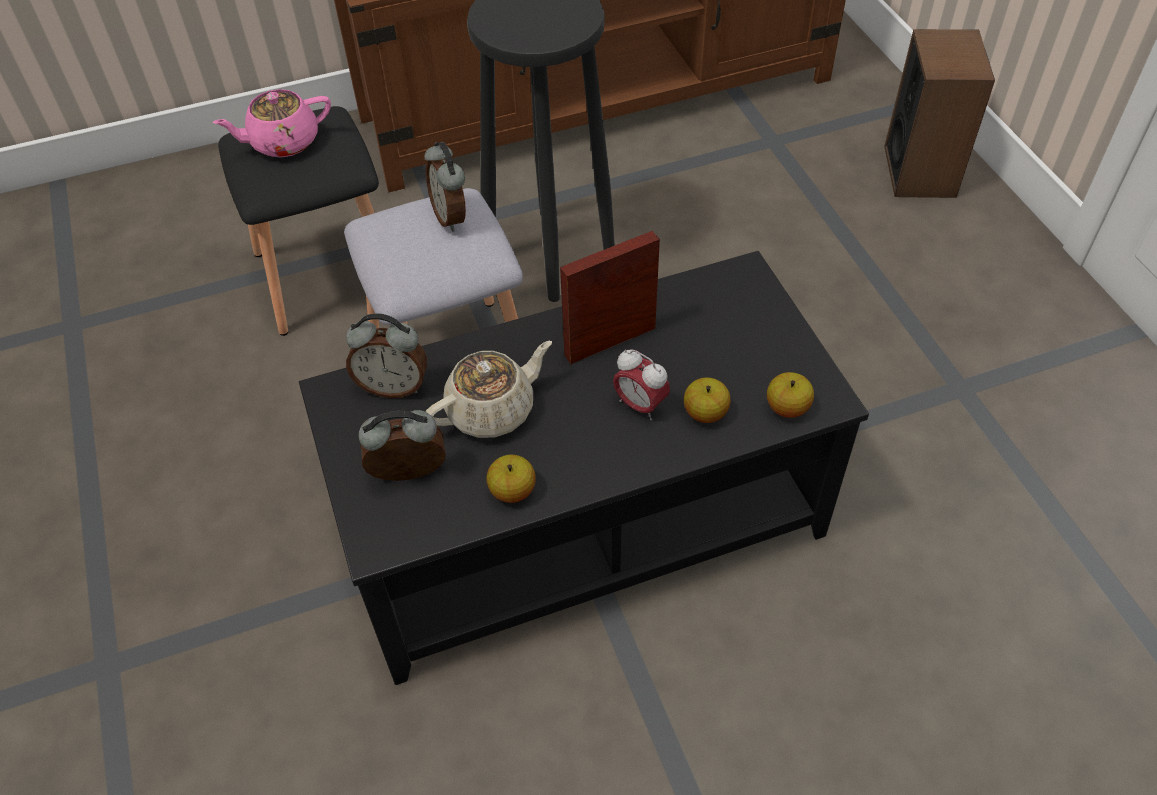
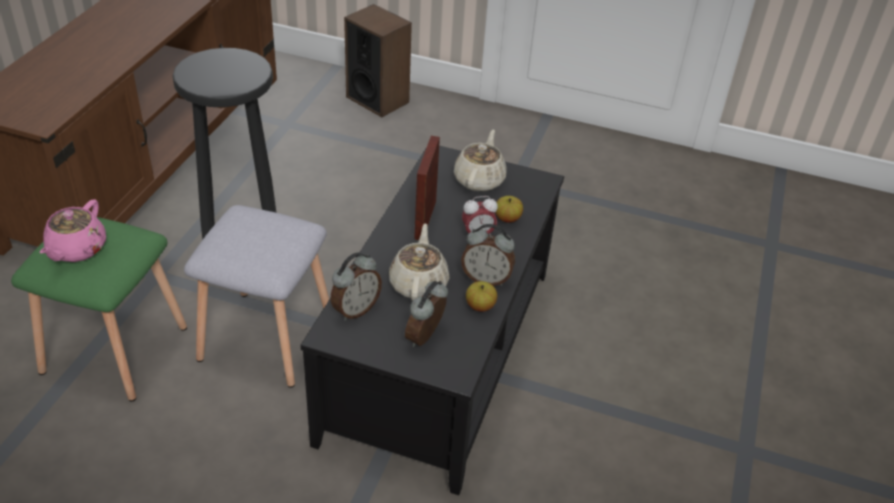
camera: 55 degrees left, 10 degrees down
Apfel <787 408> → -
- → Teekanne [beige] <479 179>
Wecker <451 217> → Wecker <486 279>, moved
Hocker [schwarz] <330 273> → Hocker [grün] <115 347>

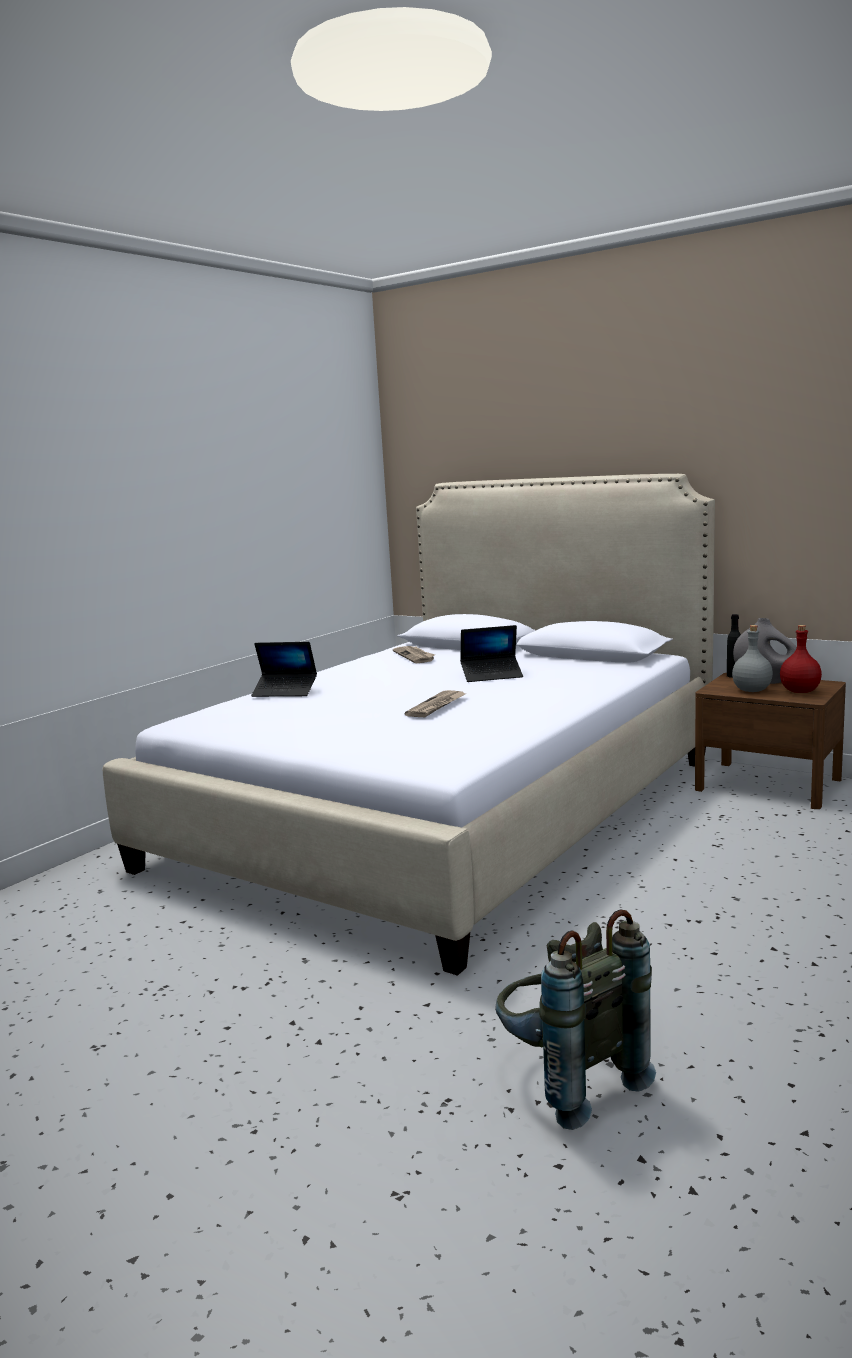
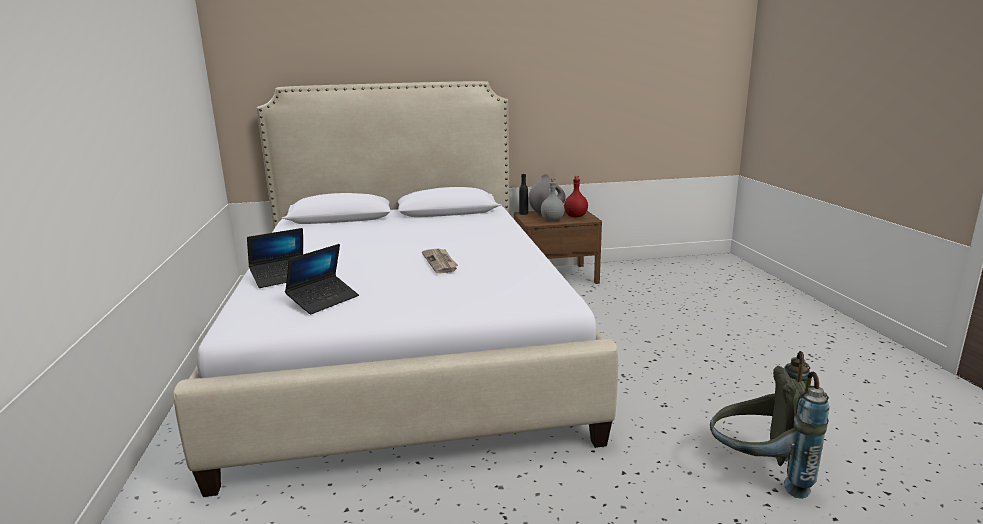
camera: 45 degrees left, 5 degrees up
Zeitung <415 656> → -
Laptop <492 675> → Laptop <323 300>, moved

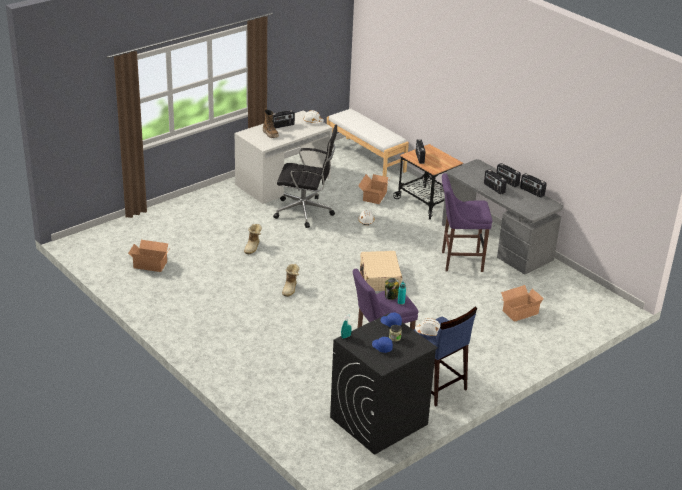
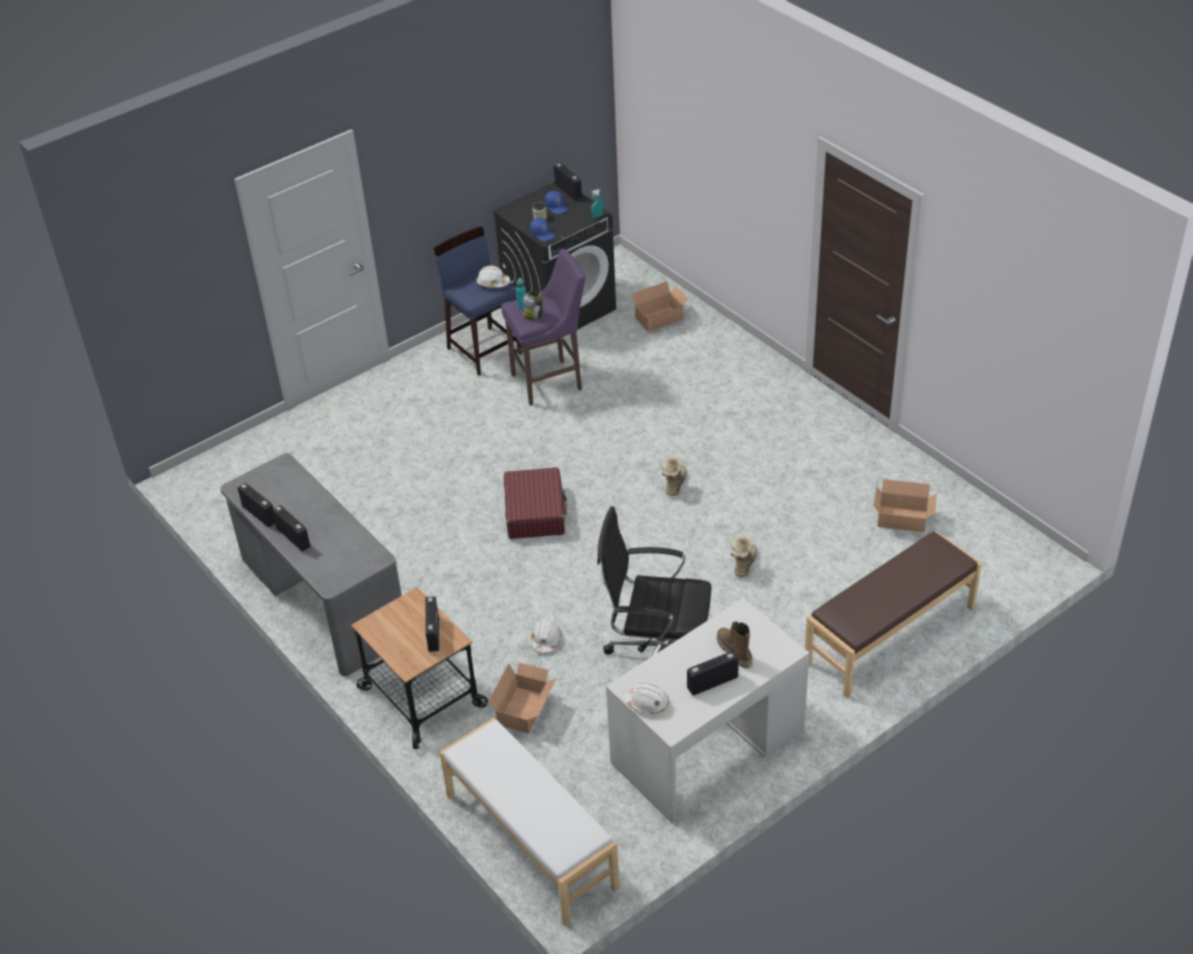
camera: 175 degrees left, 10 degrees up
Hocker [lila] <459 261> → -
- → Bank [braun] <890 636>
Radio <494 188> → Radio <568 191>, moved
Karton <519 312> → Karton <661 319>, moved
Koffer [beige] <380 278> → Koffer [rot] <535 512>

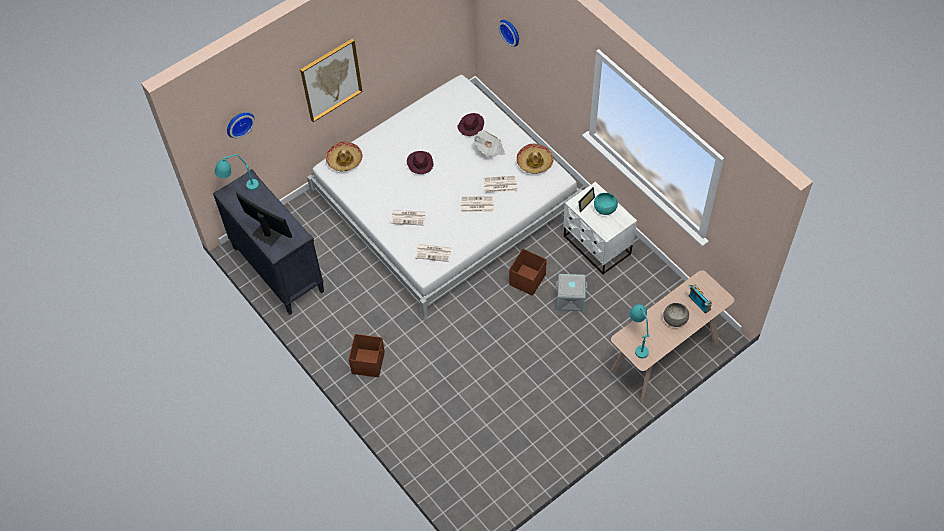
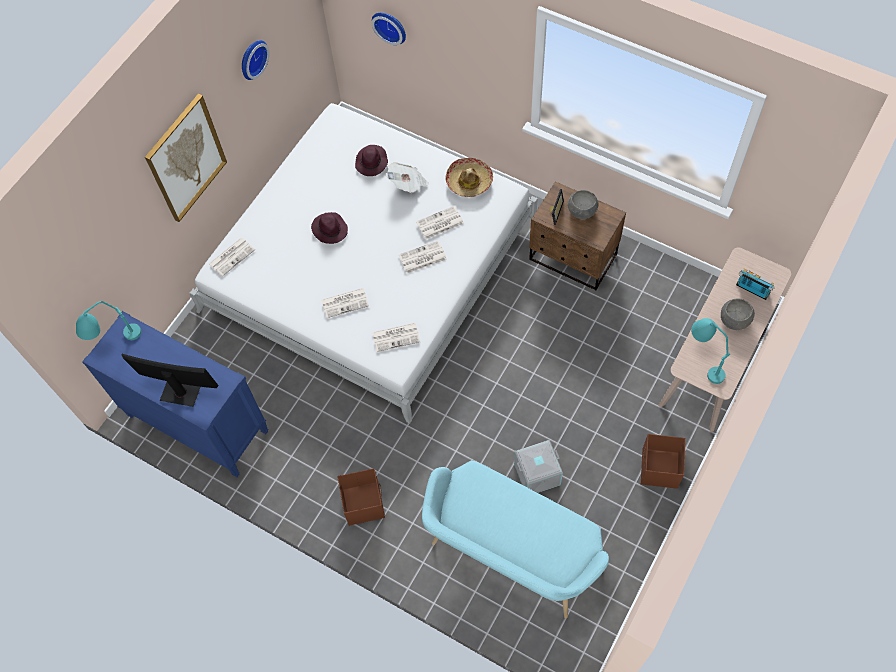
camera: 20 degrees left, 5 degrees up
- → Bank [türkis] <510 555>
Wanduhr <239 123> → Wanduhr <252 58>, moved
Aufbewahrungsbox [braun] <527 280> → Aufbewahrungsbox [braun] <659 469>, moved
Aufbewahrungsbox [grau] <570 300> → Aufbewahrungsbox [grau] <537 475>, moved
Hut <344 160> → Zeitung <232 256>
Kommode [schwarz] <277 270> → Kommode [blau] <197 424>
Nachttisch [weiß] <596 246> → Nachttisch [braun] <573 258>
Schüssel [türkis] <605 208> → Schüssel [grau] <582 210>

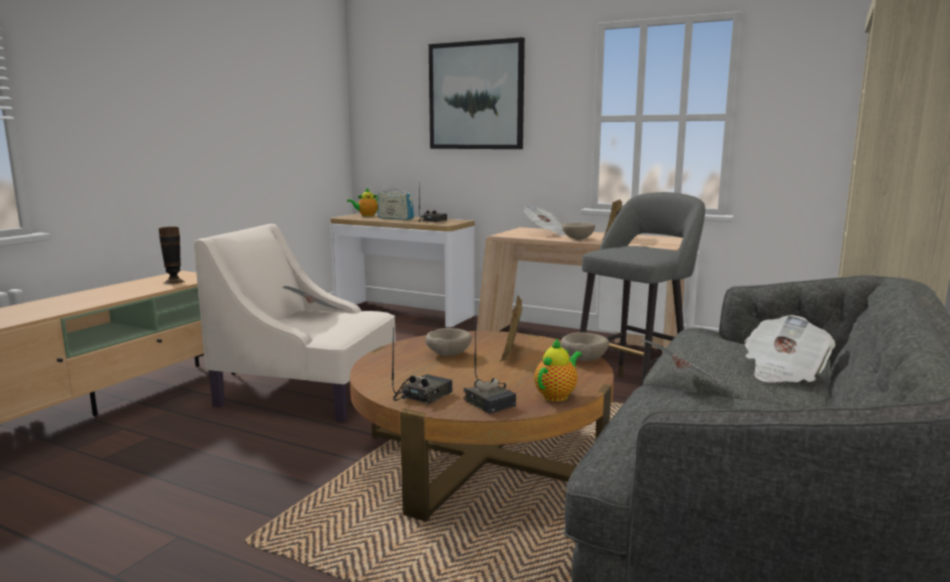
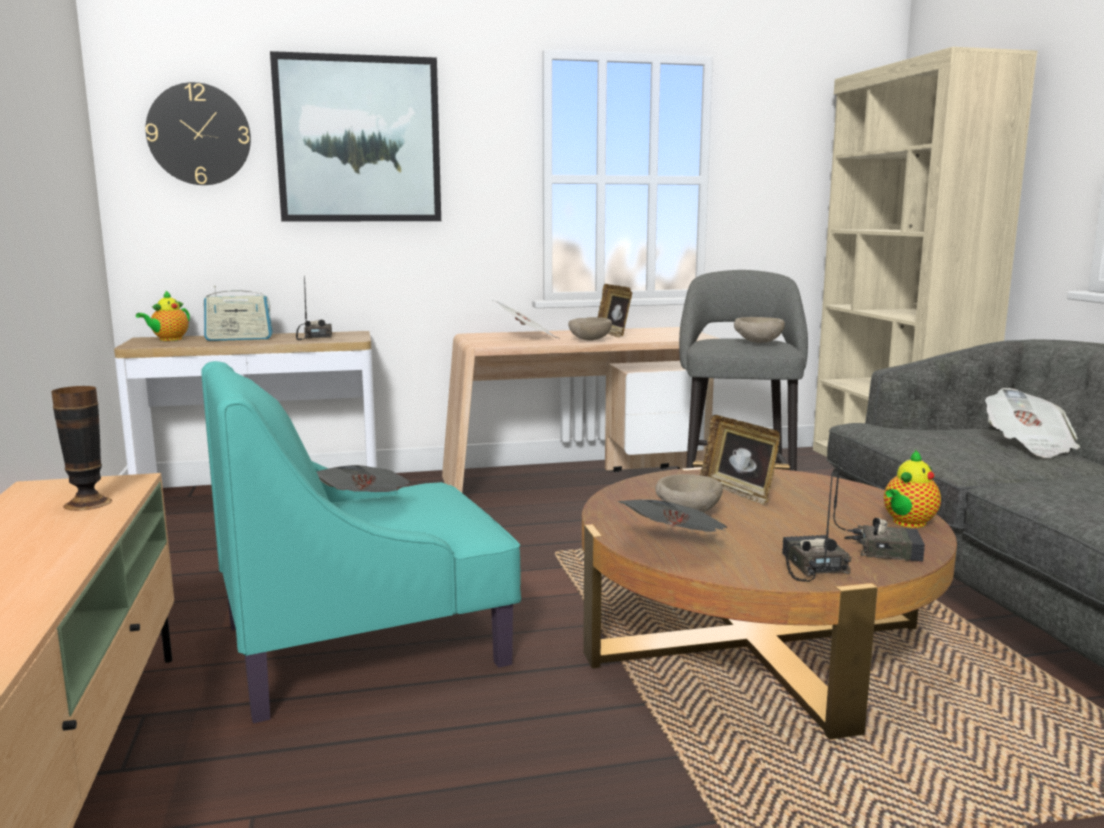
camera: 40 degrees left, 0 degrees up
- → Wanduhr <199 134>
Schüssel [beige] <583 359> → Schüssel [beige] <757 343>, moved
Zeitung <683 384> → Zeitung <675 545>, moved
Sessel [beige] <308 392> → Sessel [türkis] <368 643>
Teekanne <557 395> → Teekanne <907 523>, 135 degrees counterclockwise

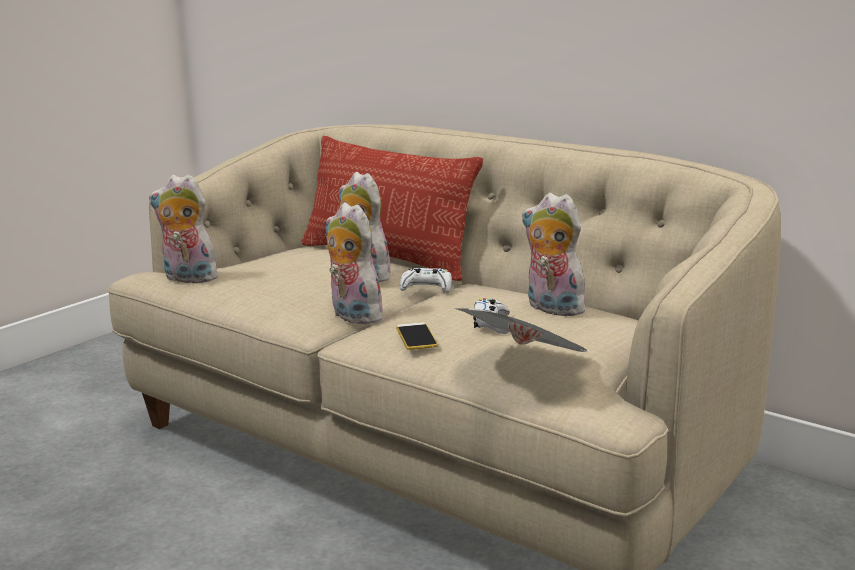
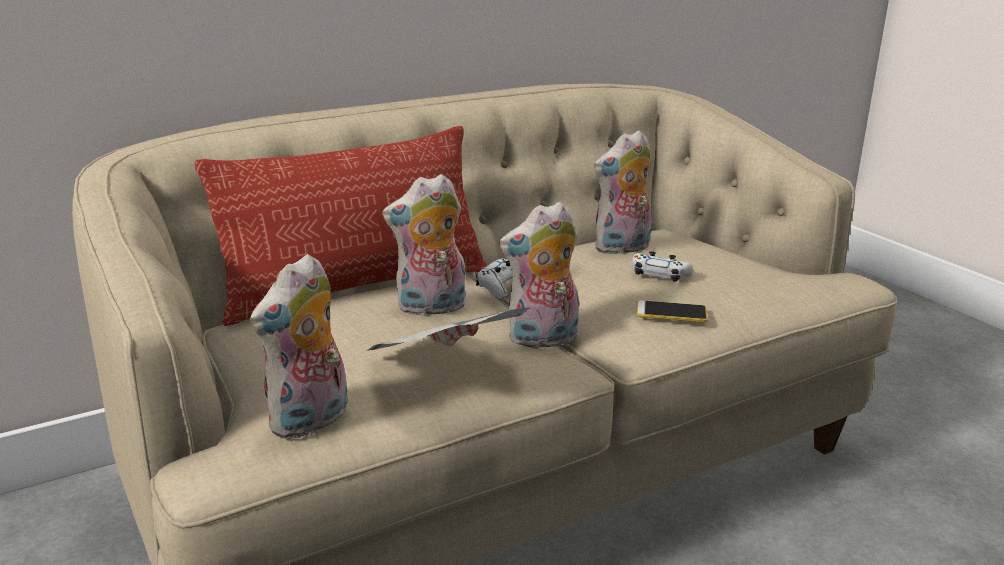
camera: 70 degrees left, 5 degrees up
Zeitung <527 368> → Zeitung <446 370>, moved

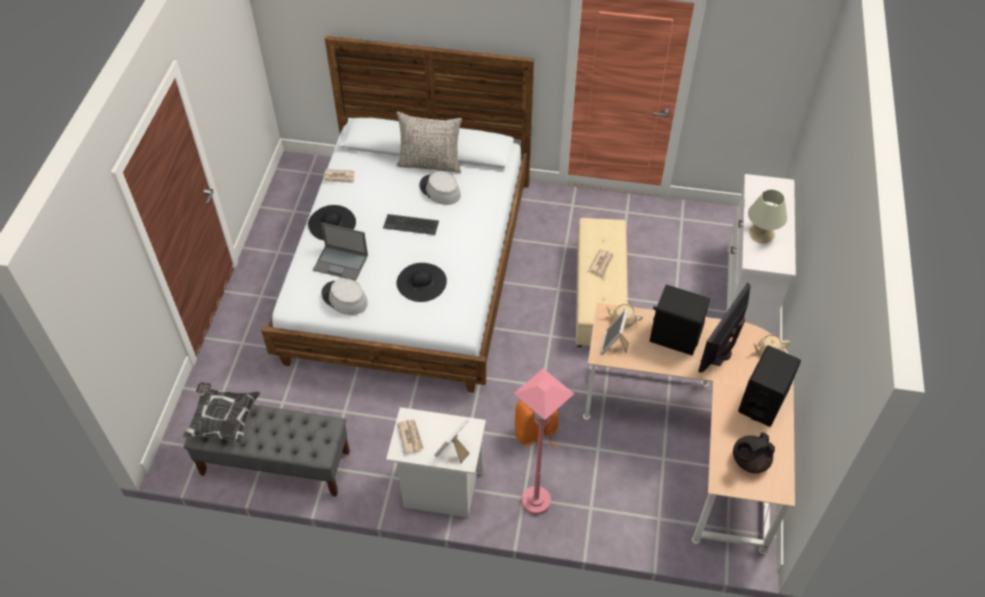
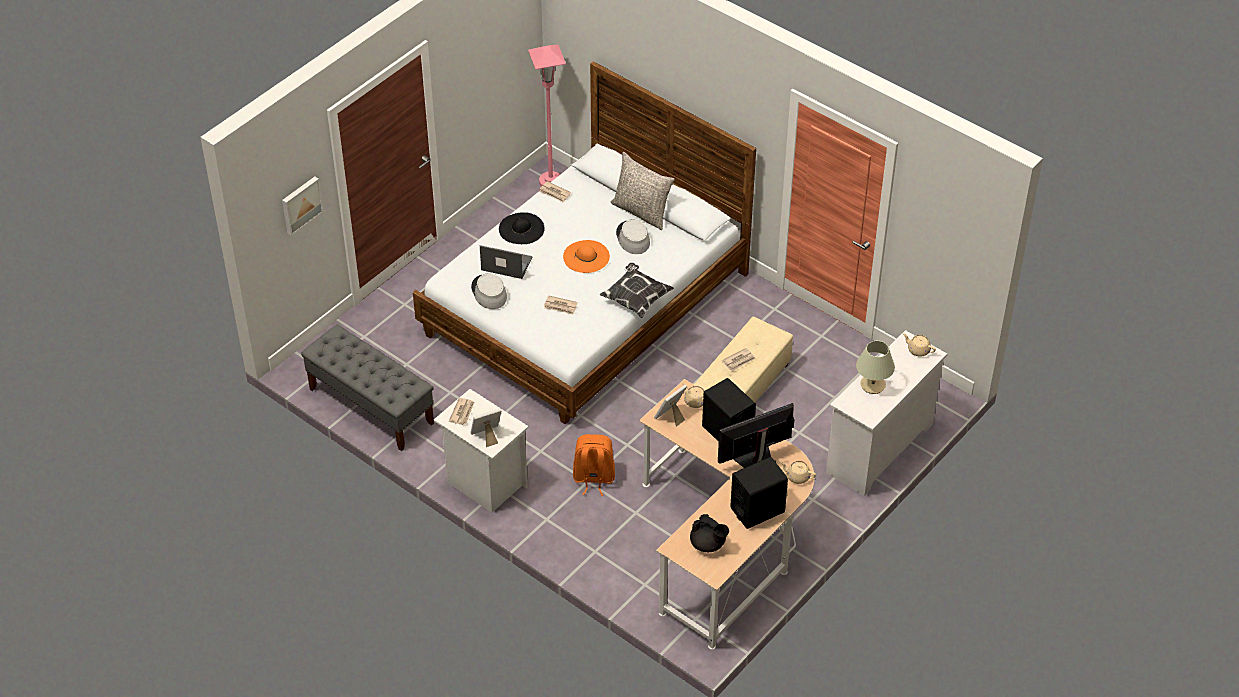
camera: 30 degrees right, 5 degrees down
- → Bild <301 204>
- → Teekanne [beige] <918 350>
Kissen <224 420> → Kissen <636 299>, moved
Stehlampe [rosa] <536 501> → Stehlampe [rosa] <551 182>, moved
Tastatur <411 224> → Hut [orange] <586 256>
Hut [schwarz] <421 282> → Zeitung <560 306>
Laptop <341 263> → Laptop <506 264>, 150 degrees clockwise
Teekanne [schwarz] <749 461> → Teekanne [schwarz] <708 544>, 150 degrees counterclockwise

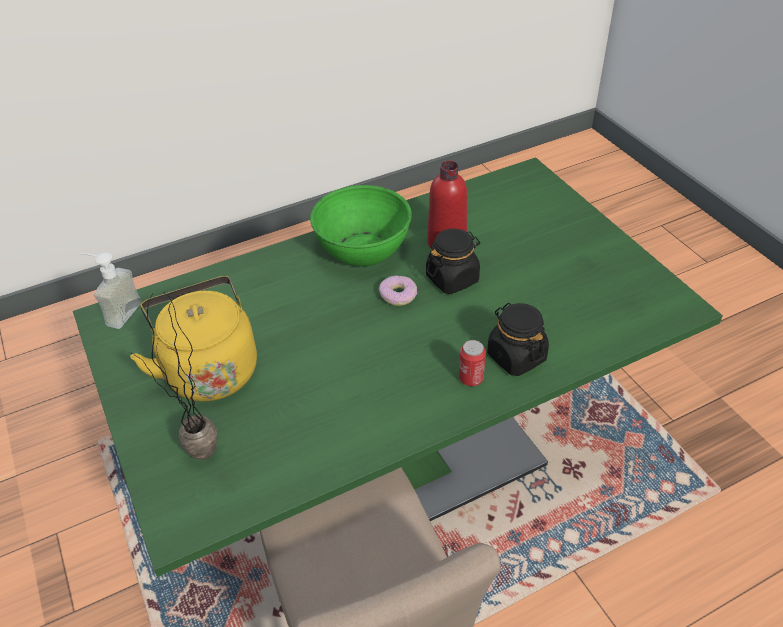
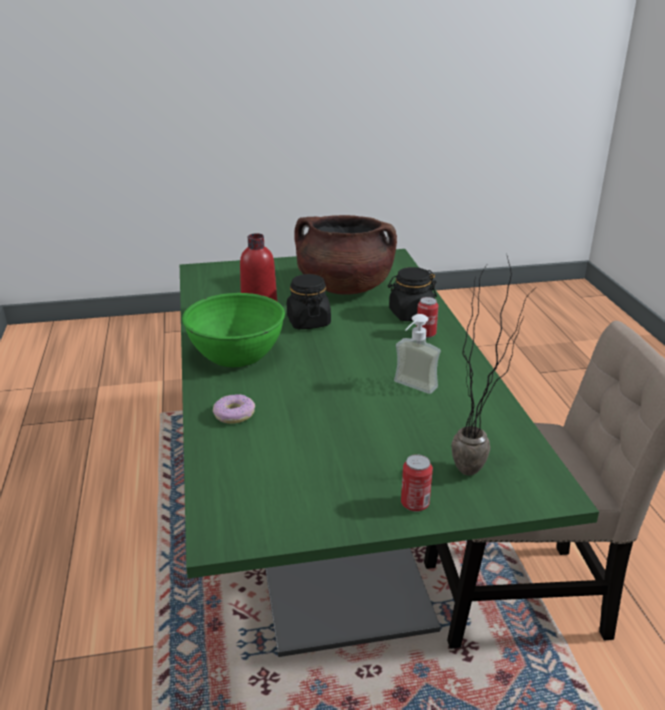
camera: 75 degrees left, 15 degrees down
Wasserkessel [gelb] <209 369> → -
- → Kochtopf [braun] <344 287>
- → Dose <415 504>
Seifenspender <116 312> → Seifenspender <411 388>, moved
Donut <398 295> → Donut <234 414>, moved

